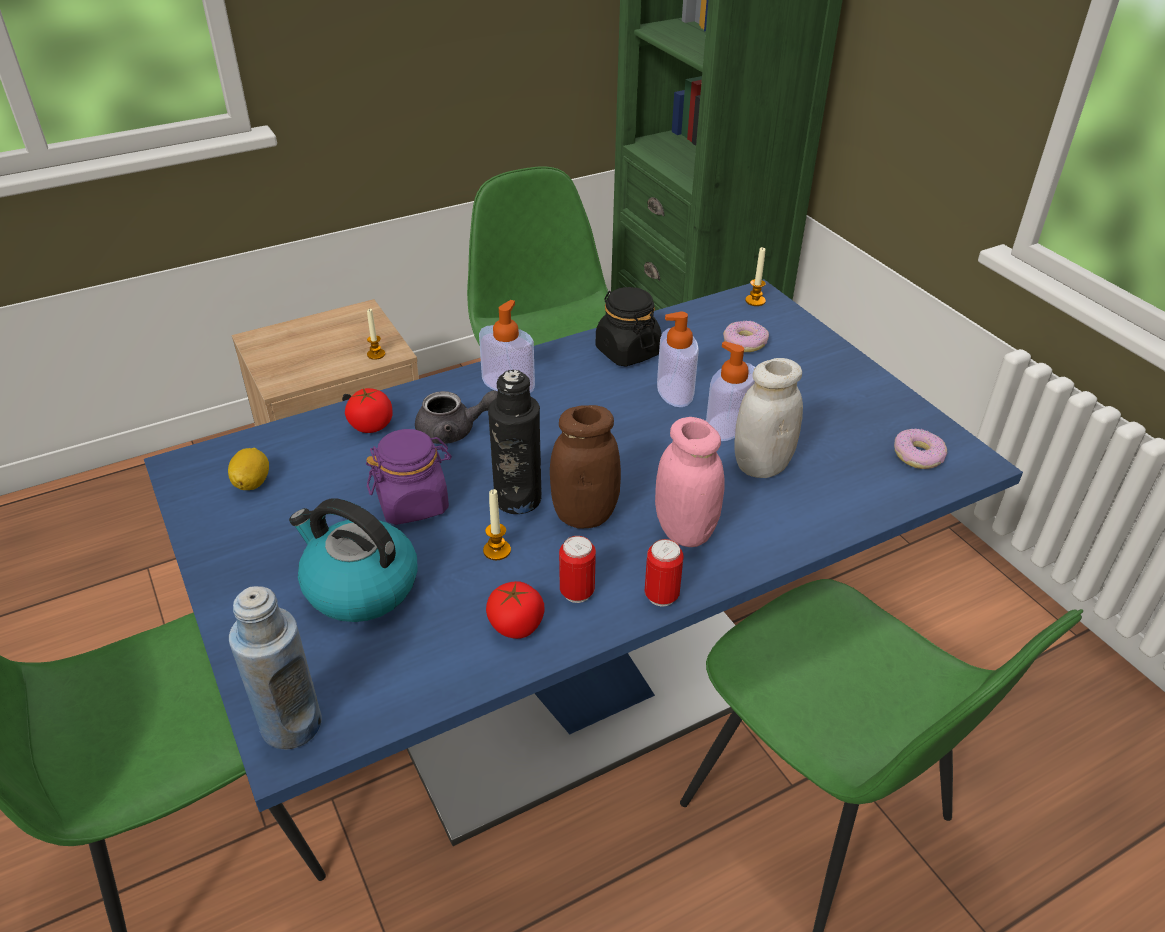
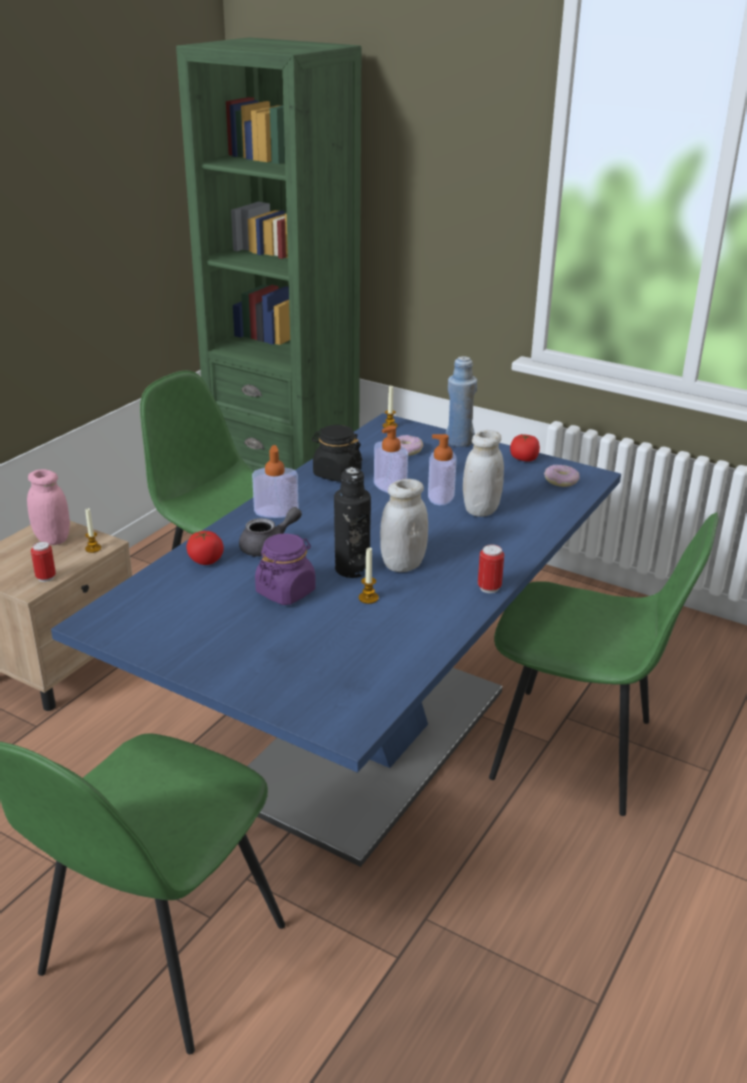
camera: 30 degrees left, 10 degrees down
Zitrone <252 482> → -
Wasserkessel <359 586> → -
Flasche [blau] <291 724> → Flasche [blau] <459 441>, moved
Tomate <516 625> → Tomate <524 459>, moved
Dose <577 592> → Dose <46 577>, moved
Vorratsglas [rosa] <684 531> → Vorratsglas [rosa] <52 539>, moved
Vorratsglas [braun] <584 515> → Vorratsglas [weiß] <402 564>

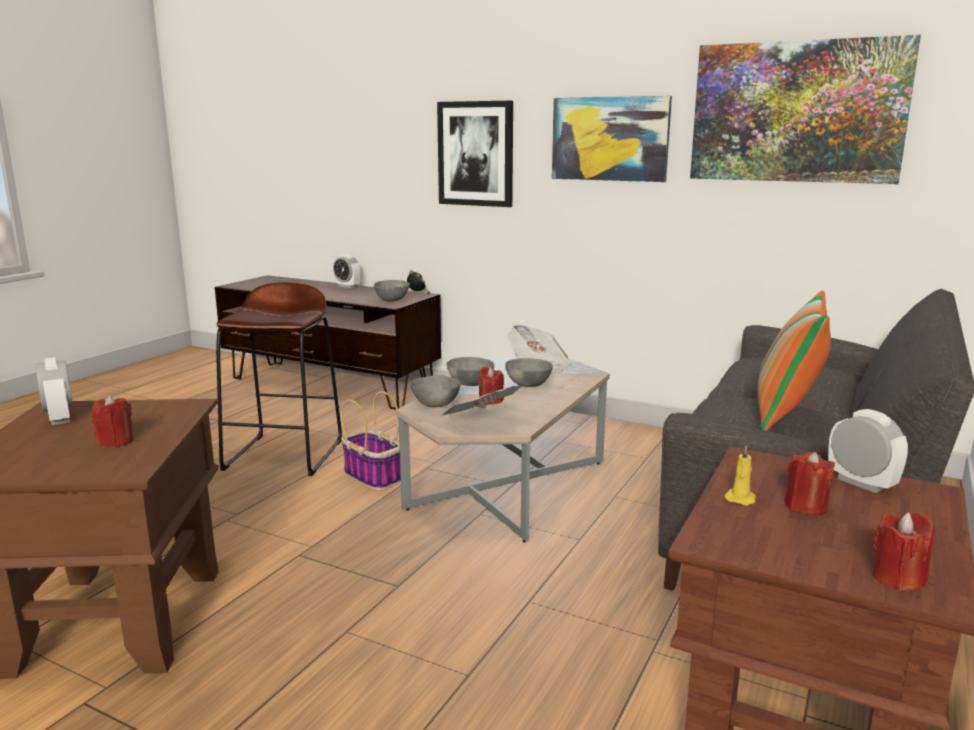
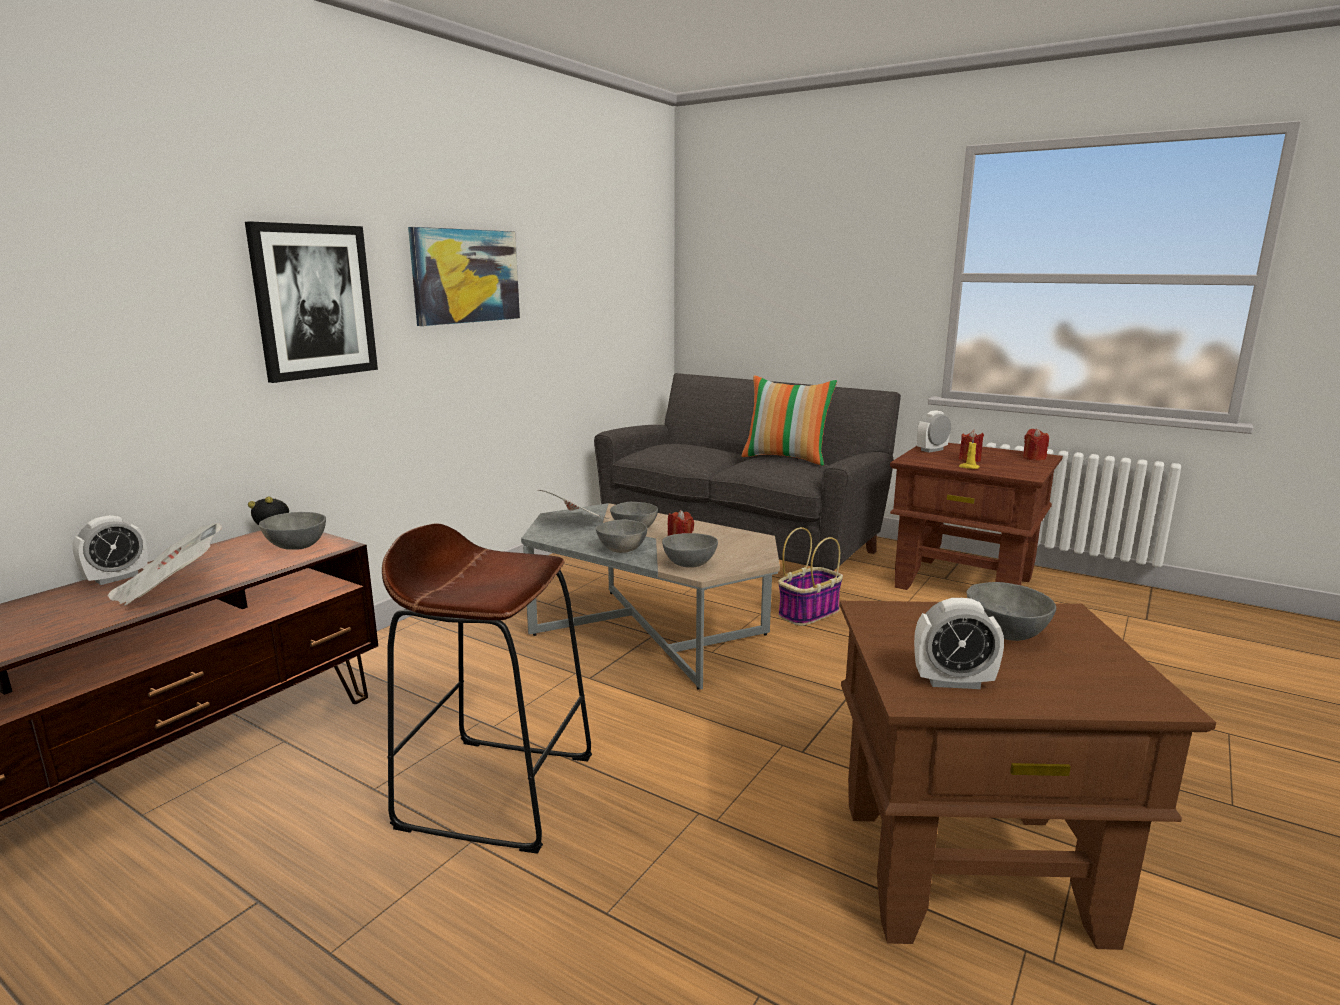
camera: 85 degrees left, 0 degrees up
Bild <796 112> → -
Korb <374 477> → Korb <809 613>, moved
Zeitung <480 421> → Zeitung <169 590>, moved
Kerze [rot] <115 442> → Schüssel [grau] <1005 632>
Wecker <60 418> → Wecker <953 682>, 150 degrees counterclockwise

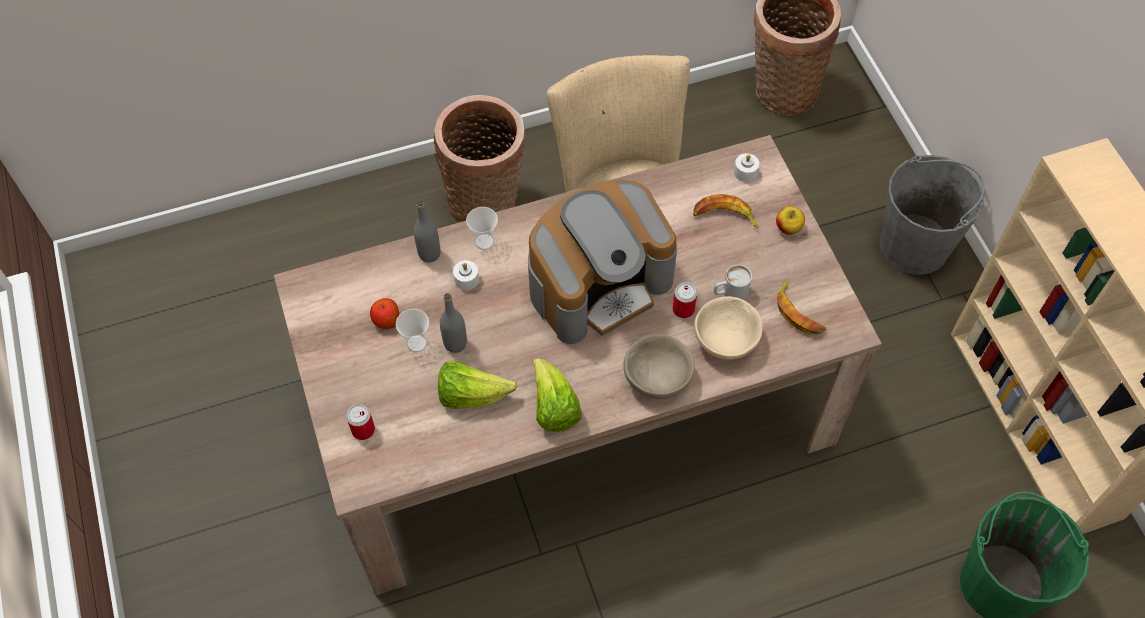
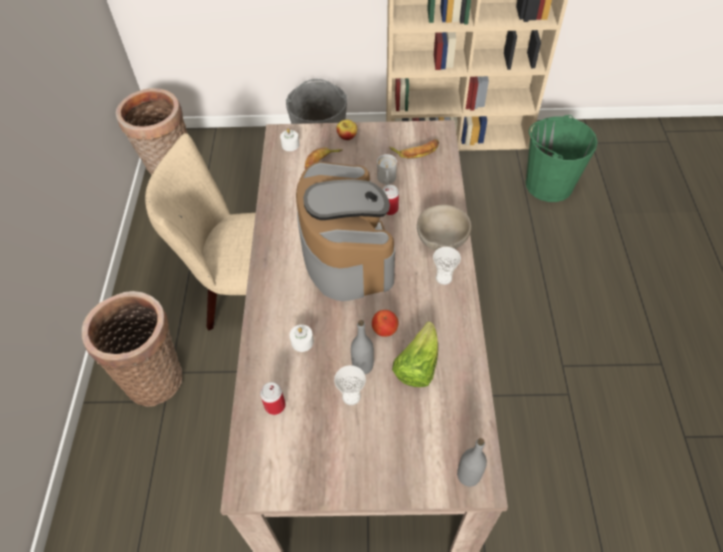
camera: 70 degrees left, 5 degrees down
Salatkopf <553 408> → -
Schüssel [beige] <726 340> → -
Dose <363 430> → Dose <275 405>, moved
Apfel <386 320> → Apfel <385 329>, moved
Flasche [grau] <429 254> → Flasche [grau] <468 475>, moved
Tasse <484 242> → Tasse <443 278>, moved

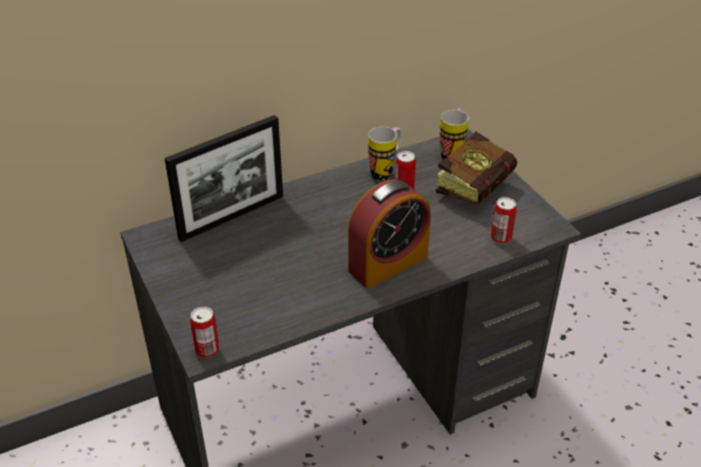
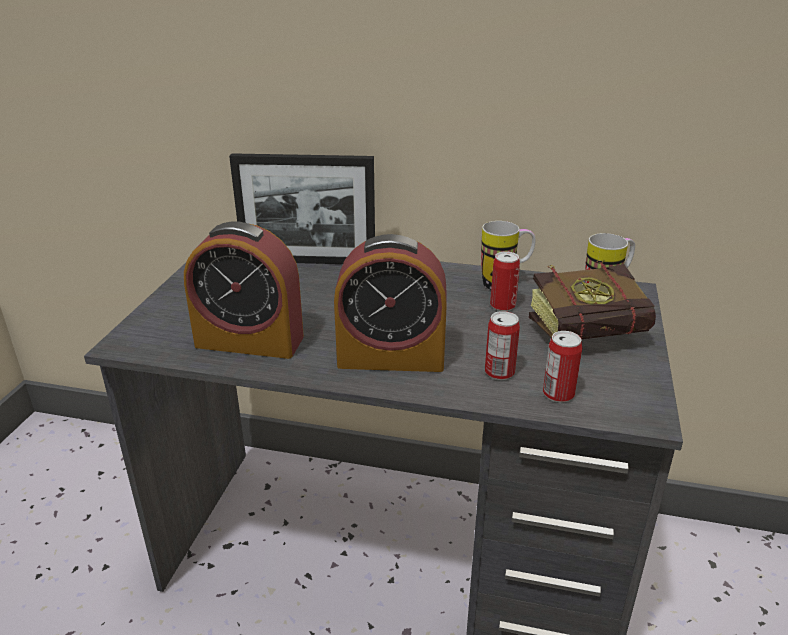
camera: 40 degrees right, 10 degrees down
- → Wecker <249 341>
Dose <207 349> → Dose <499 372>, moved

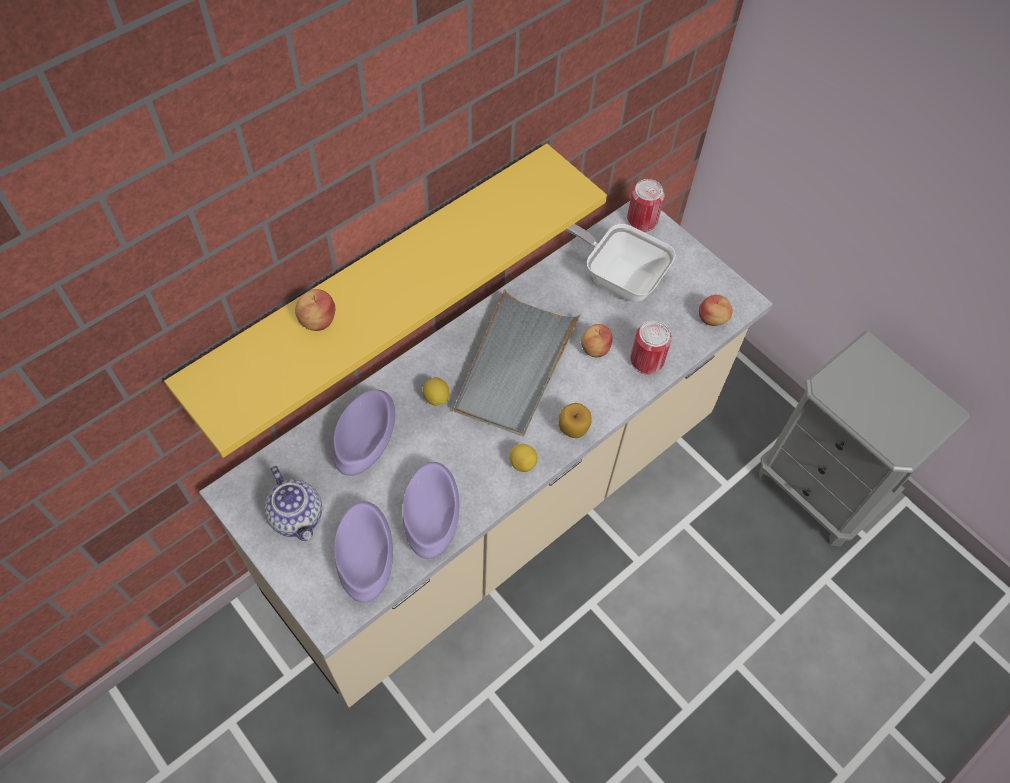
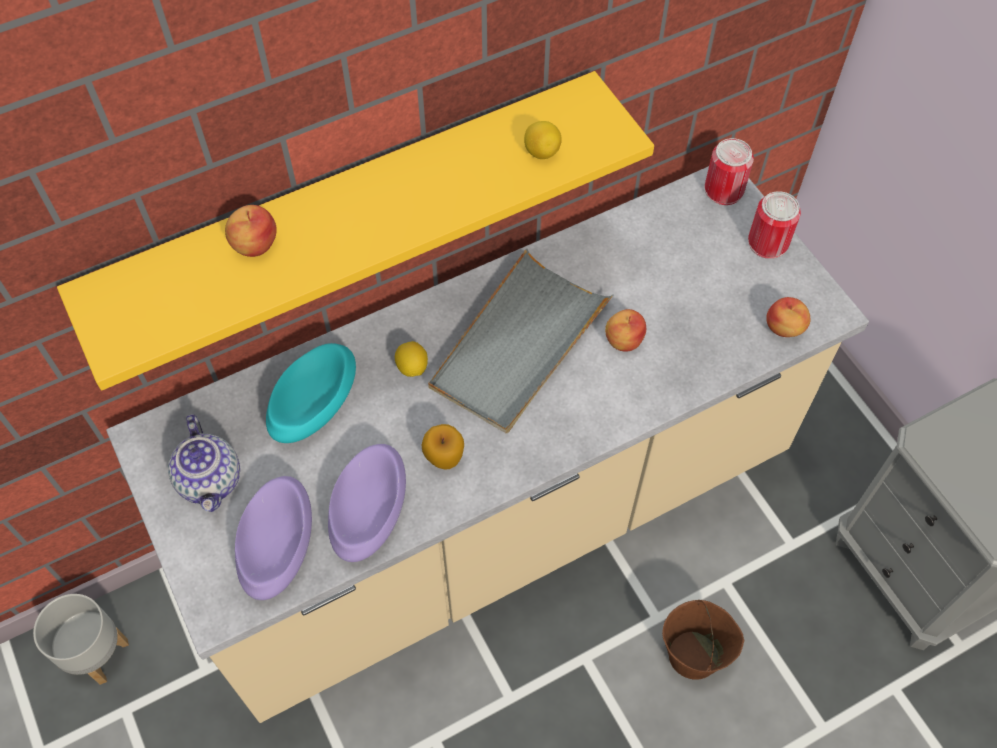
camera: 15 degrees right, 0 degrees up
Pfanne <618 276> → -
- → Pflanzkübel [grau] <95 653>
- → Eimer [braun] <694 655>
Zitrone <522 463> → Zitrone <541 152>, moved
Apfel <572 431> → Apfel <444 459>, moved
Dose <646 360> → Dose <768 242>, moved
Schüssel [lila] <366 441> → Schüssel [türkis] <314 405>

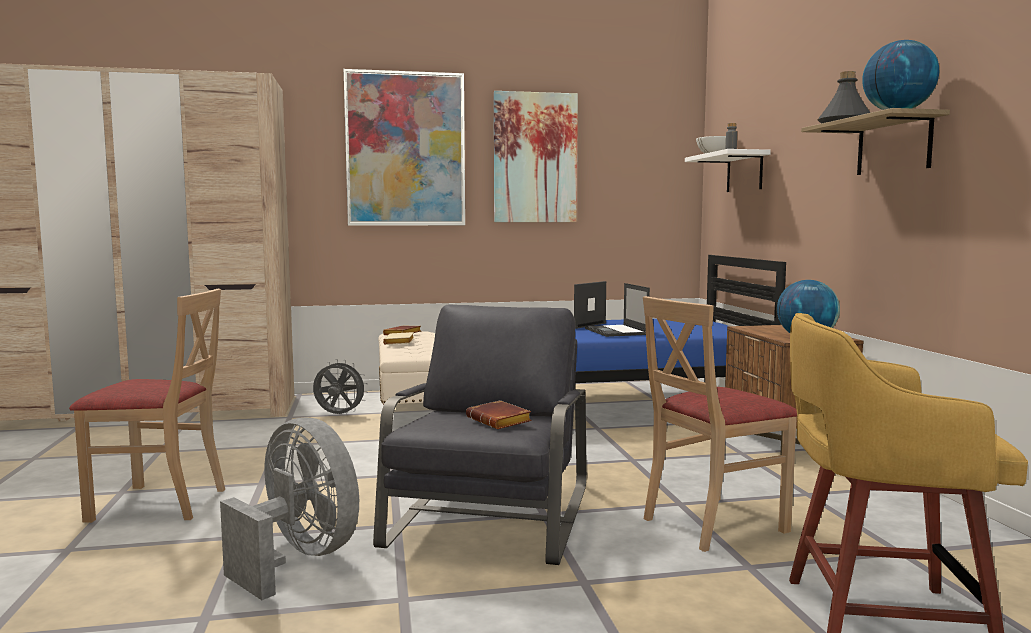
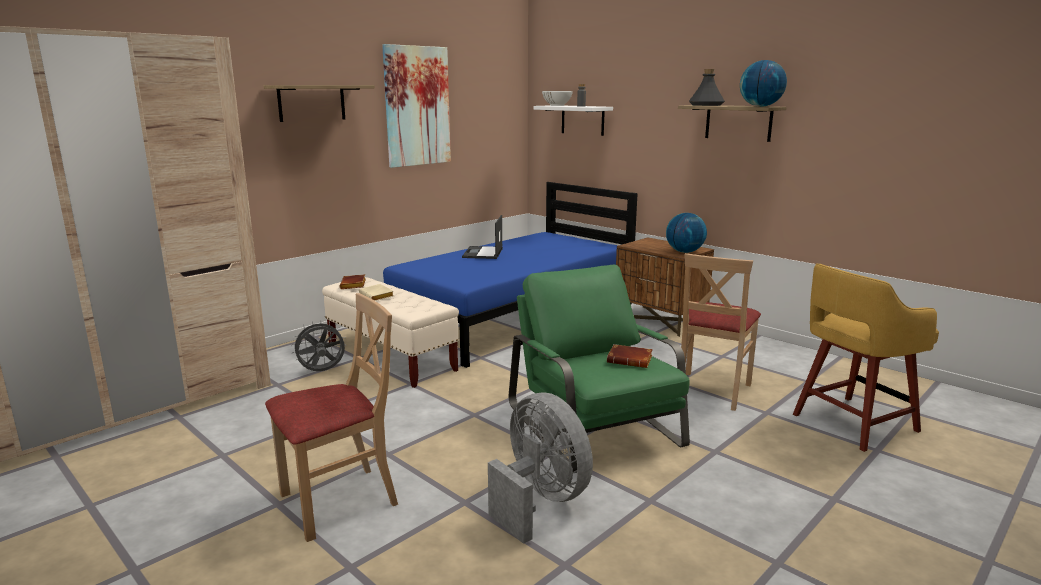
camera: 35 degrees left, 10 degrees up
Laptop <617 331> → -
Bild <405 149> → Wandregal <312 103>
Sessel [grau] <491 516> → Sessel [grün] <595 425>
Ventilator [grau] <298 559> → Ventilator [grau] <539 501>, 45 degrees clockwise

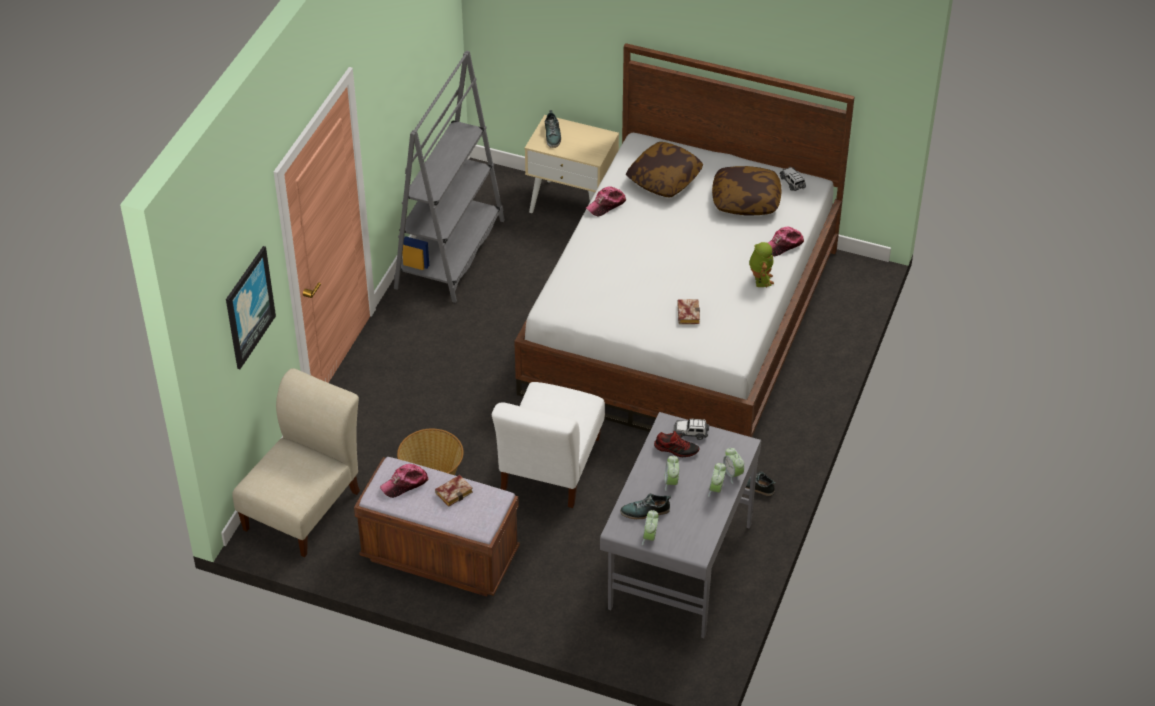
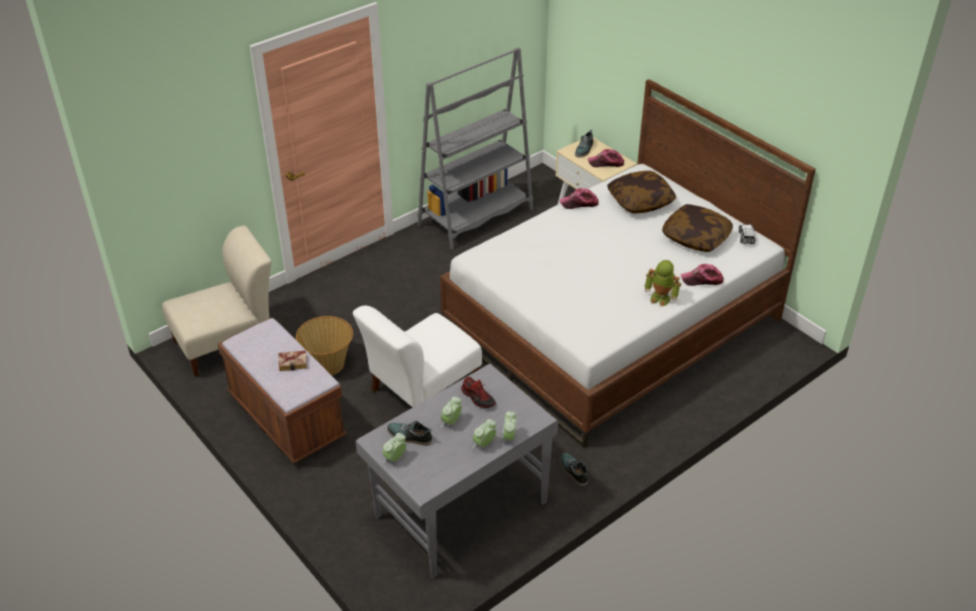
camera: 30 degrees right, 5 degrees down
Bild <248 307> → -
Spielzeugauto <690 433> → -
Buch <687 313> → -
Kappe <404 484> → Kappe <606 163>, moved
Spielzeugroboter <760 280> → Spielzeugroboter <661 298>, 90 degrees clockwise

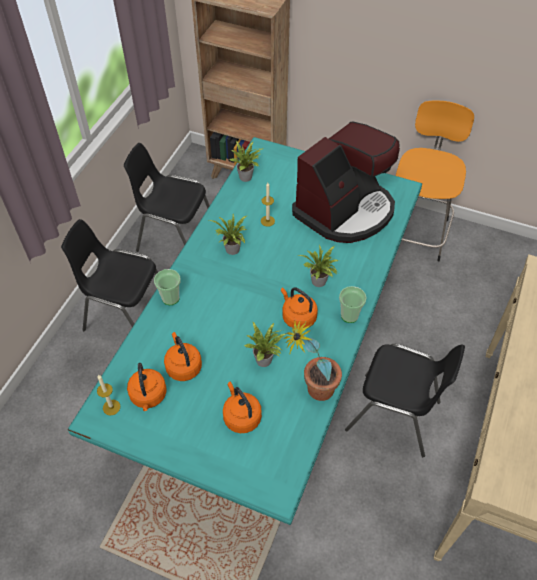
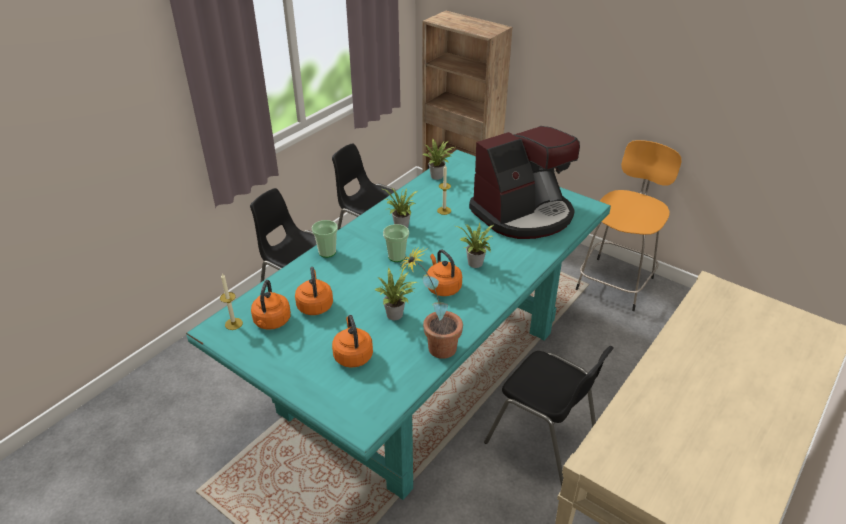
camera: 15 degrees right, 15 degrees down
Tasse <349 315> → Tasse <396 256>, moved

